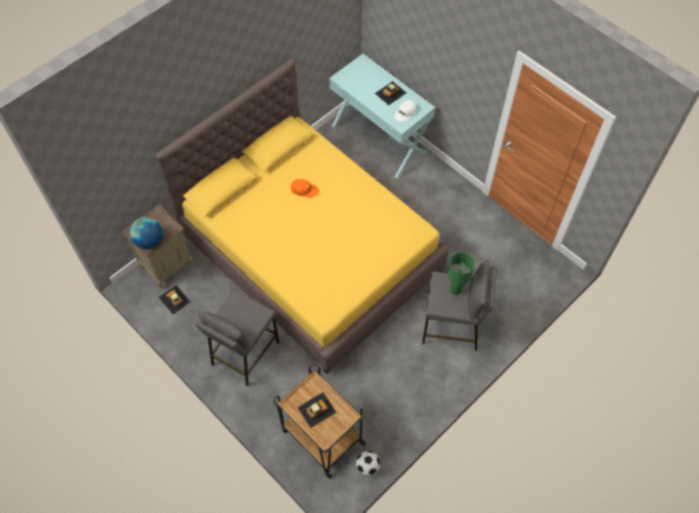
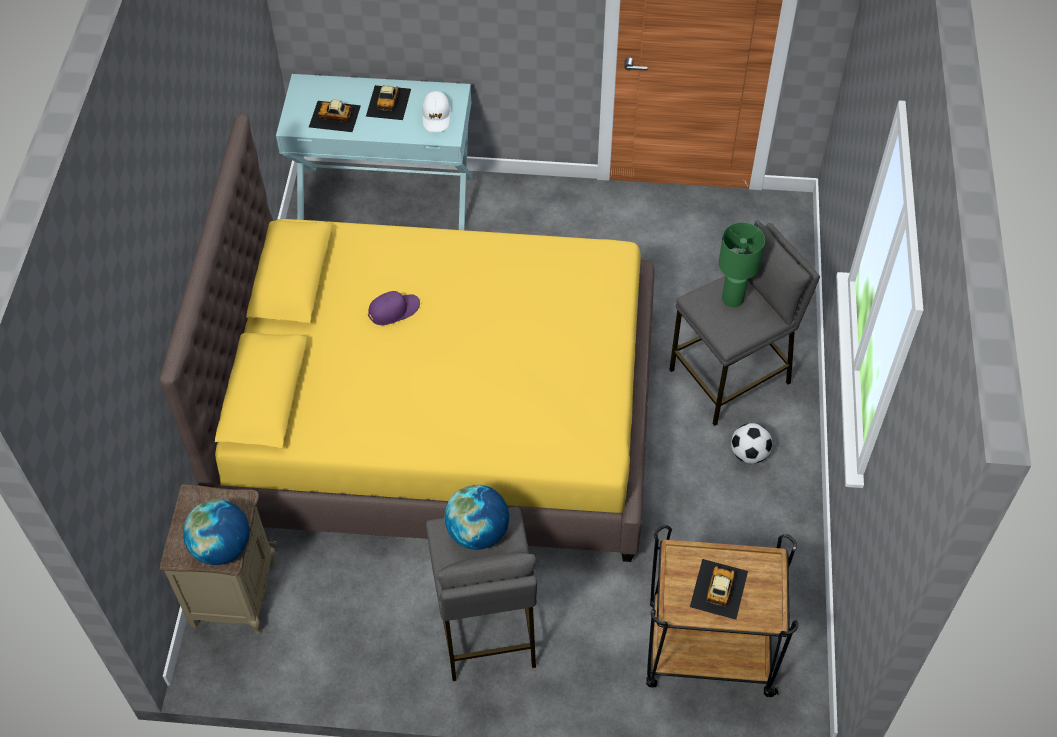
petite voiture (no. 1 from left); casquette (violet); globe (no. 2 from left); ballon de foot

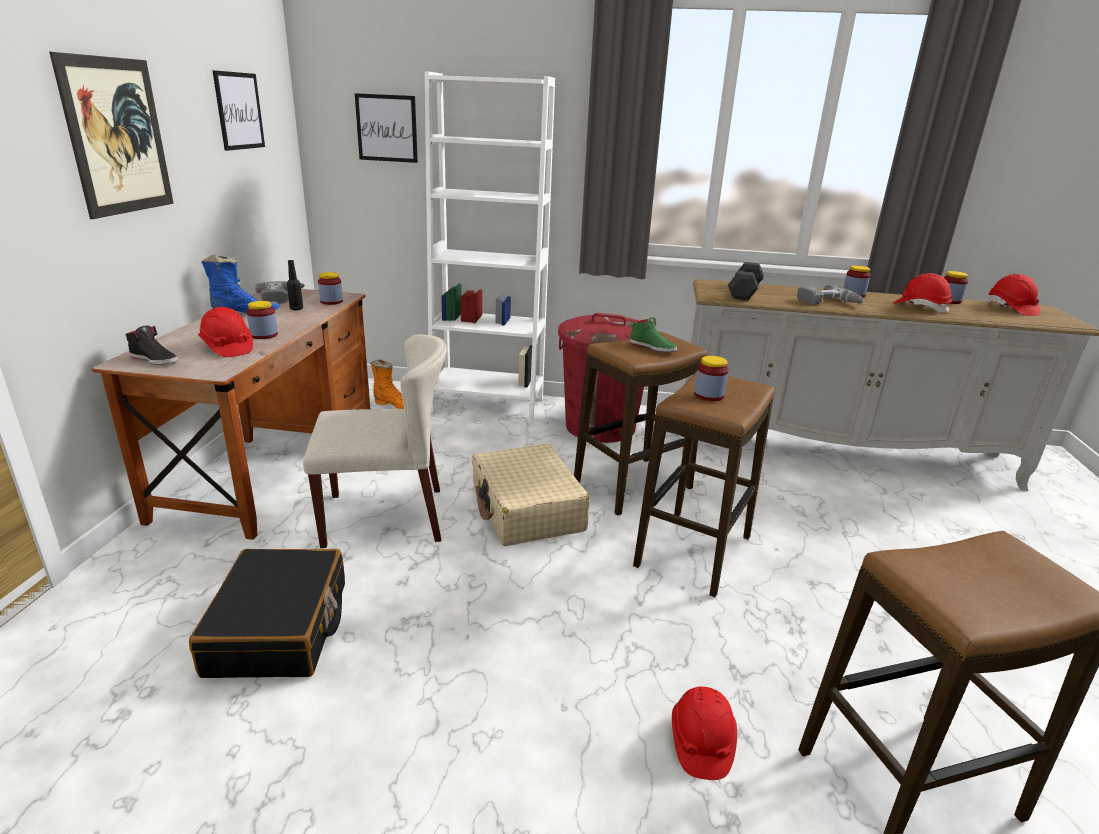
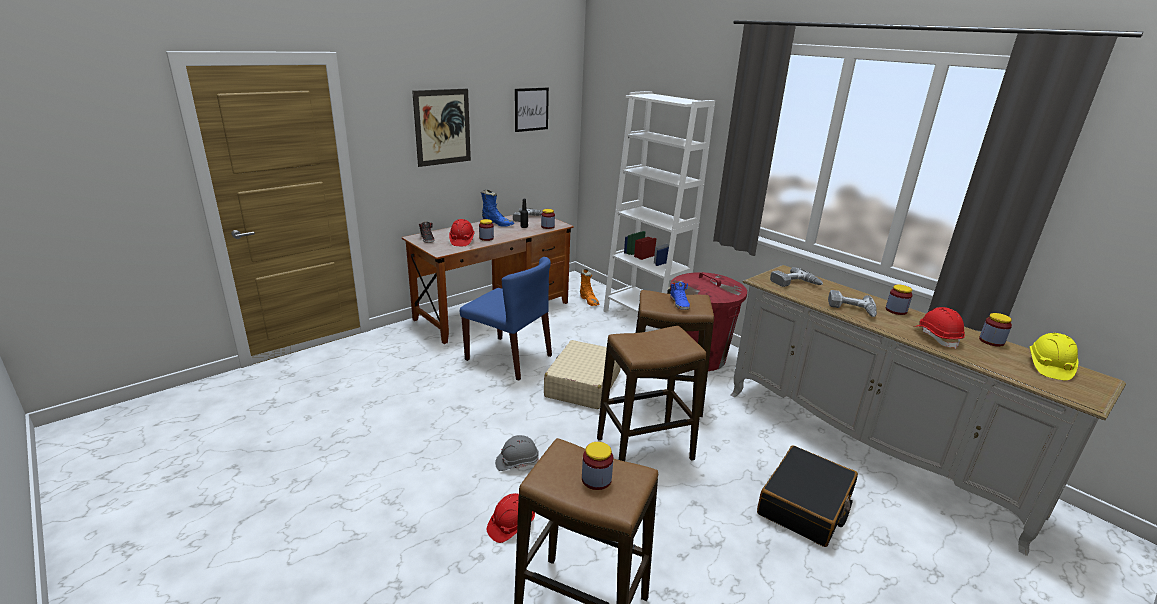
chaise (bleu); casque de chantier (gris); bocal (no. 3 from left); chaussure (bleu); valise (noir); perceuse (no. 2 from left); casque de chantier (jaune); tableau (no. 3 from left in the first image)

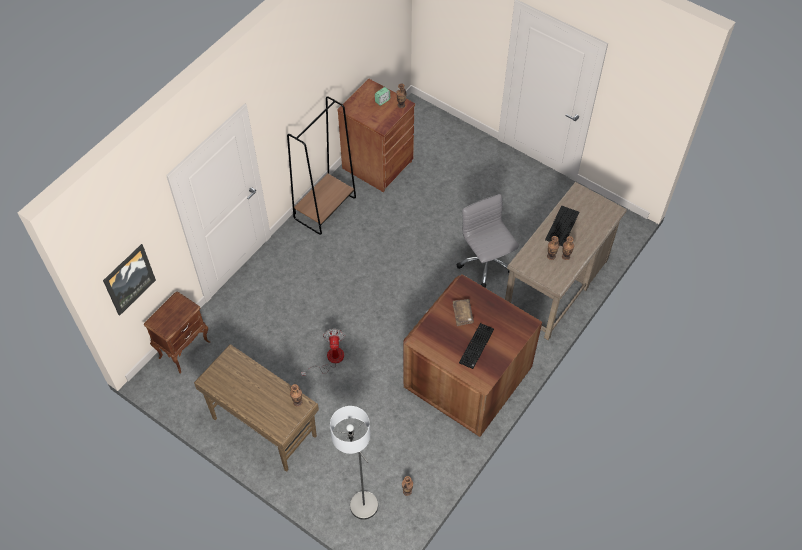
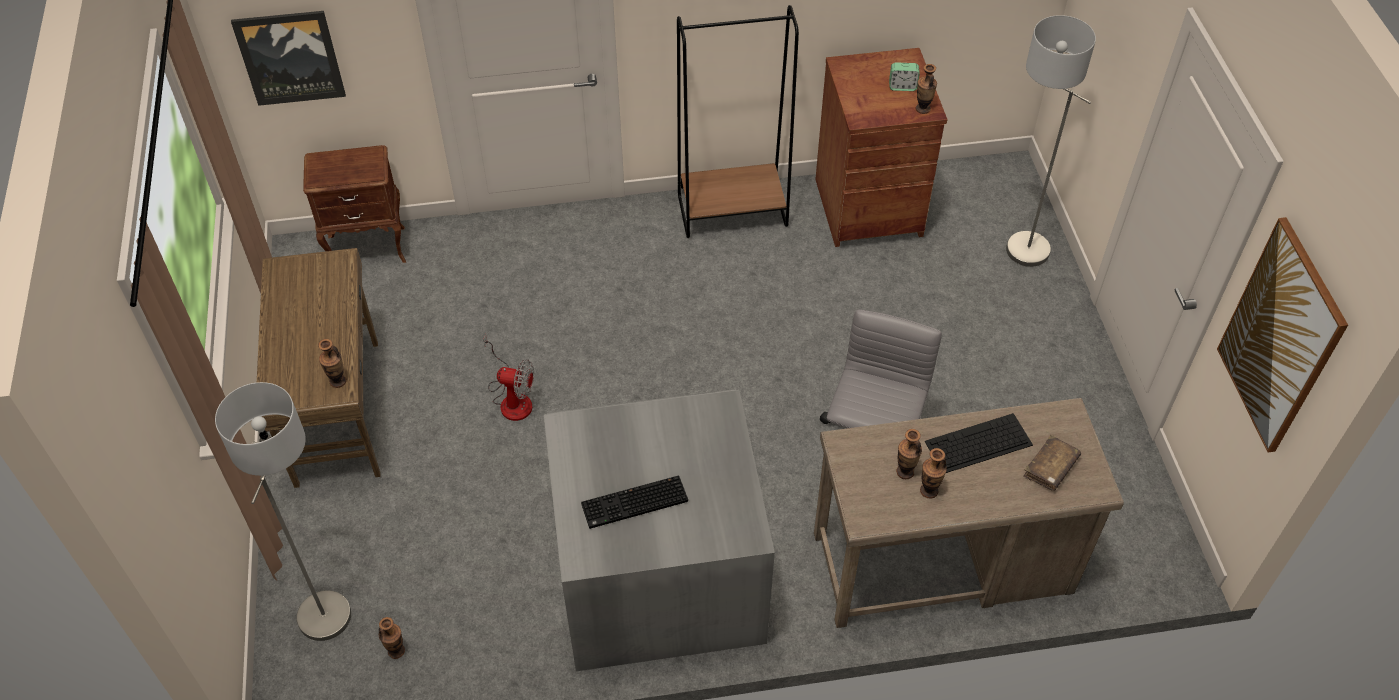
ventilateur; commode (gris); lampadaire (gris) (no. 2 from left); livre (marron); tableau (no. 2 from left)

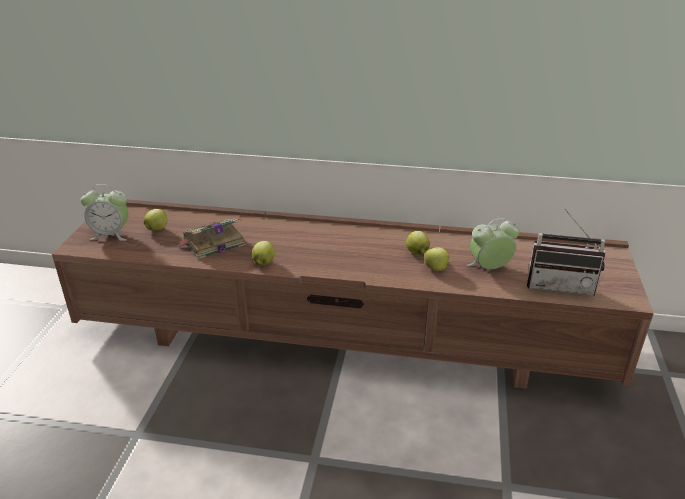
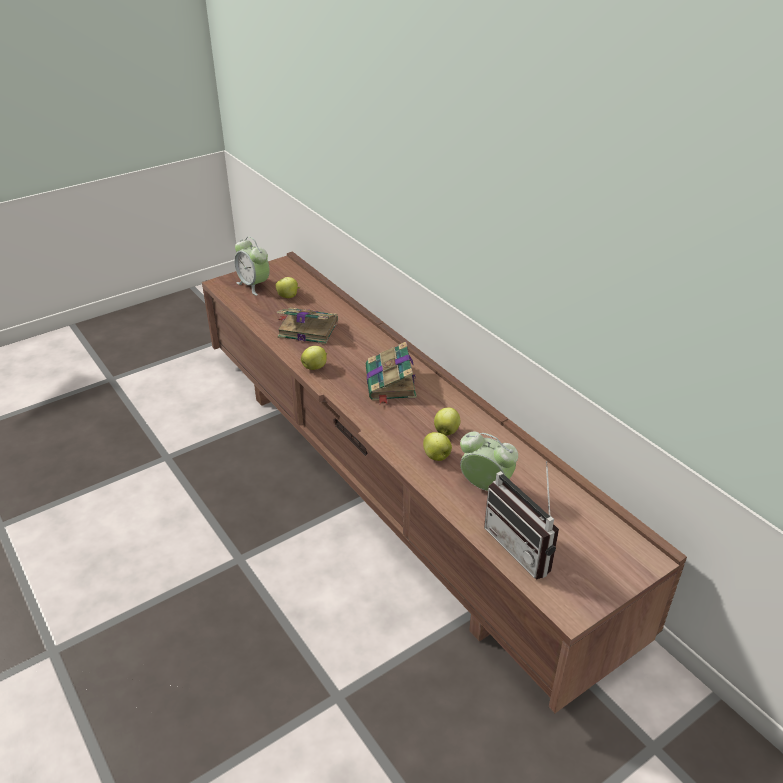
livre (no. 2 from left)

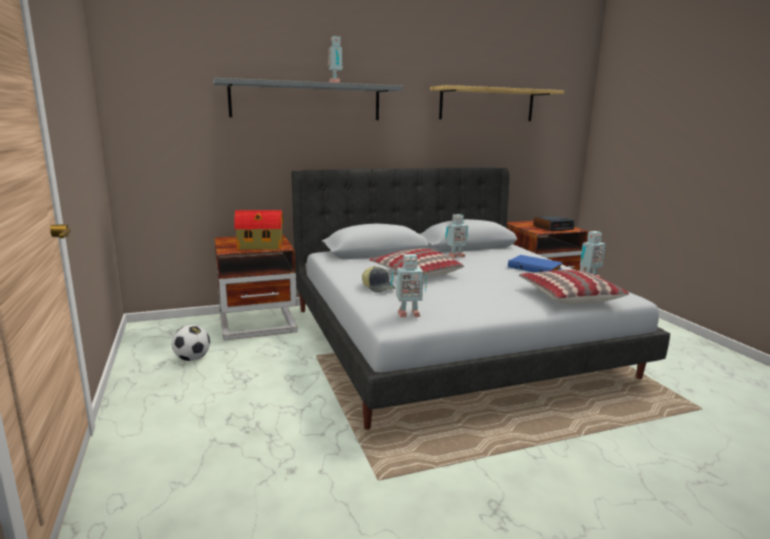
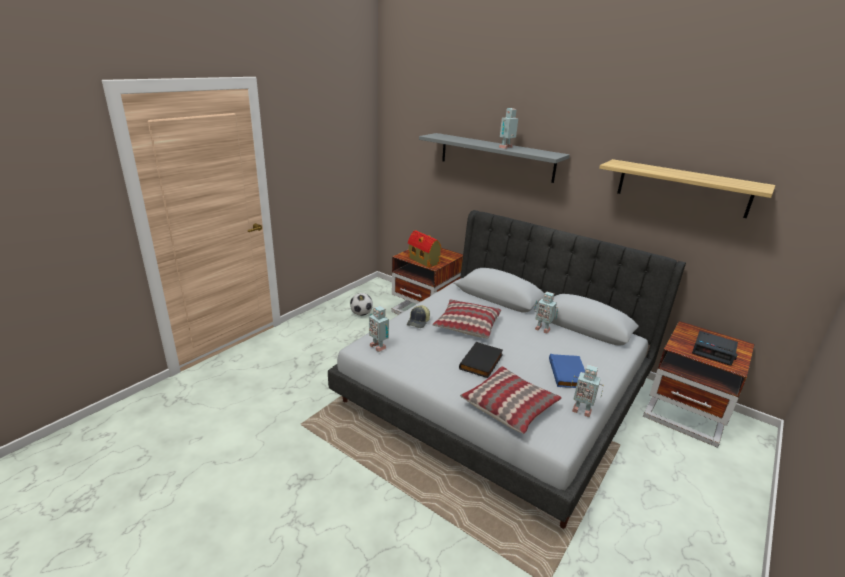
livre (noir)

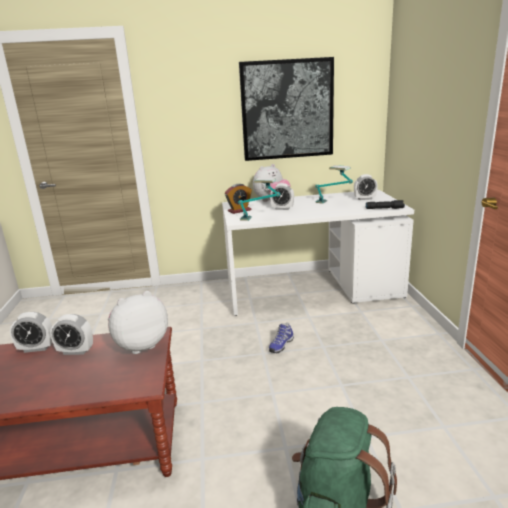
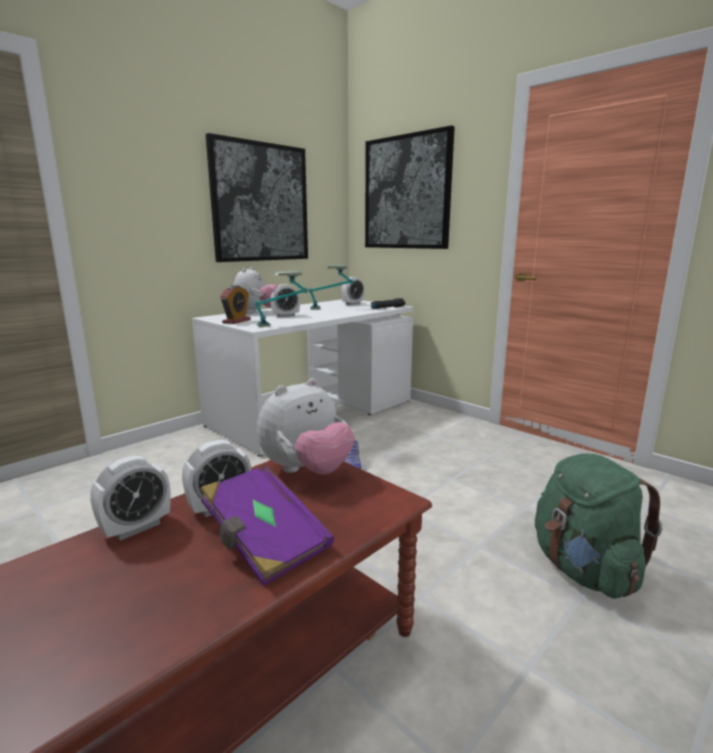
livre (violet); peluche (no. 2 from left); tableau (no. 2 from left)

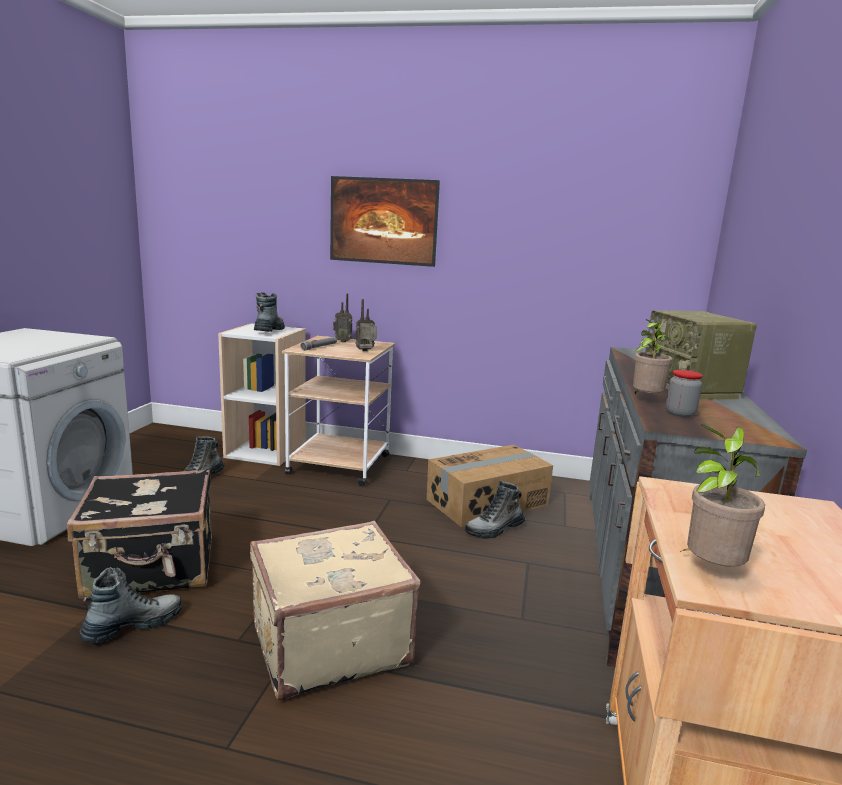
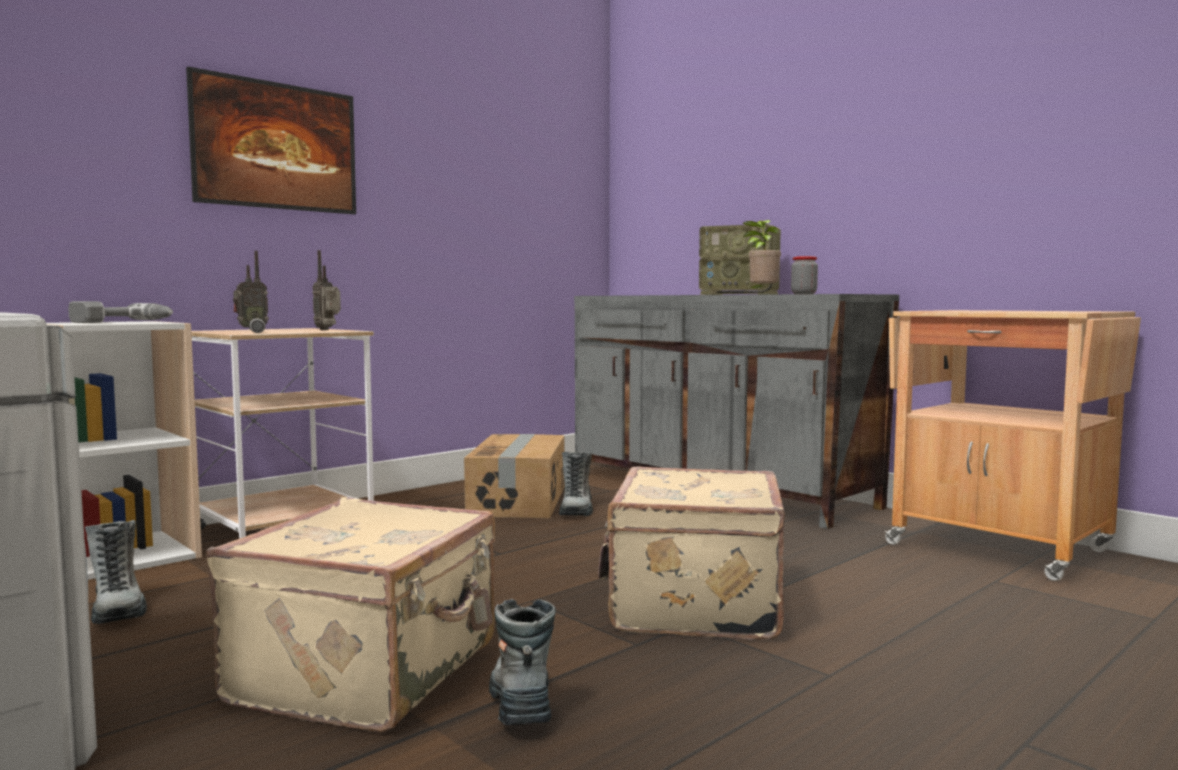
perceuse; valise (beige) (no. 1 from left); plante en pot (no. 2 from left in the first image)

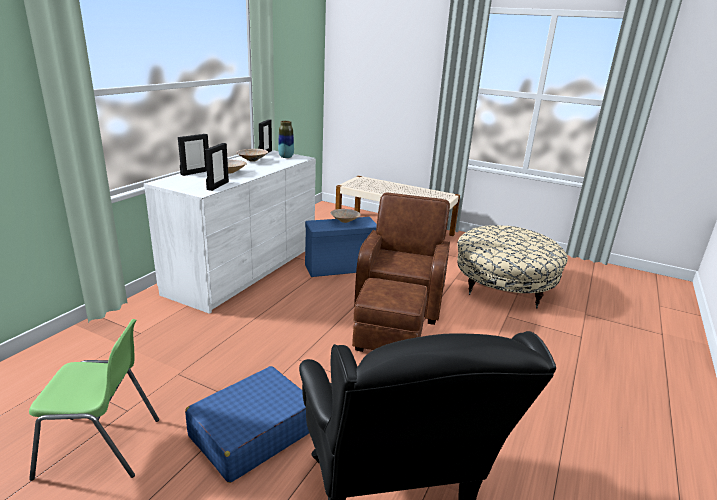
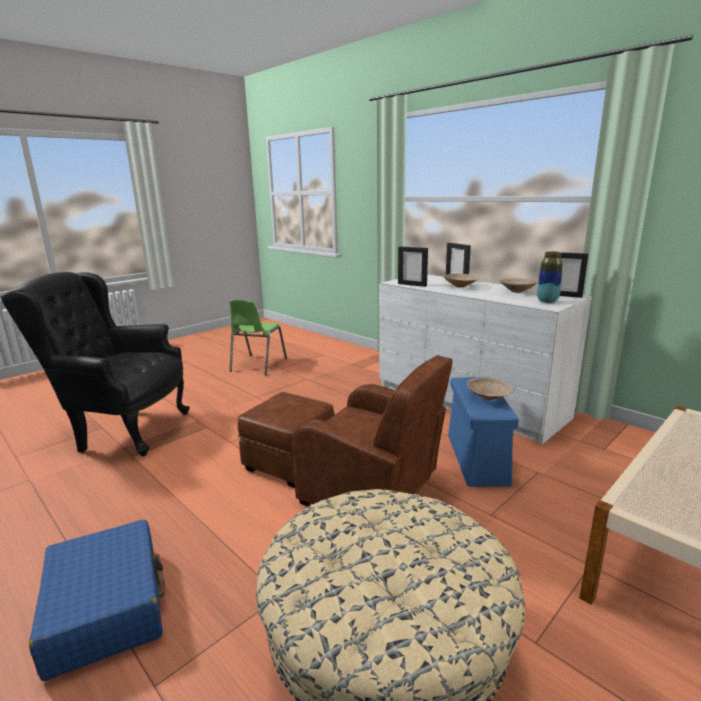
valise (bleu)

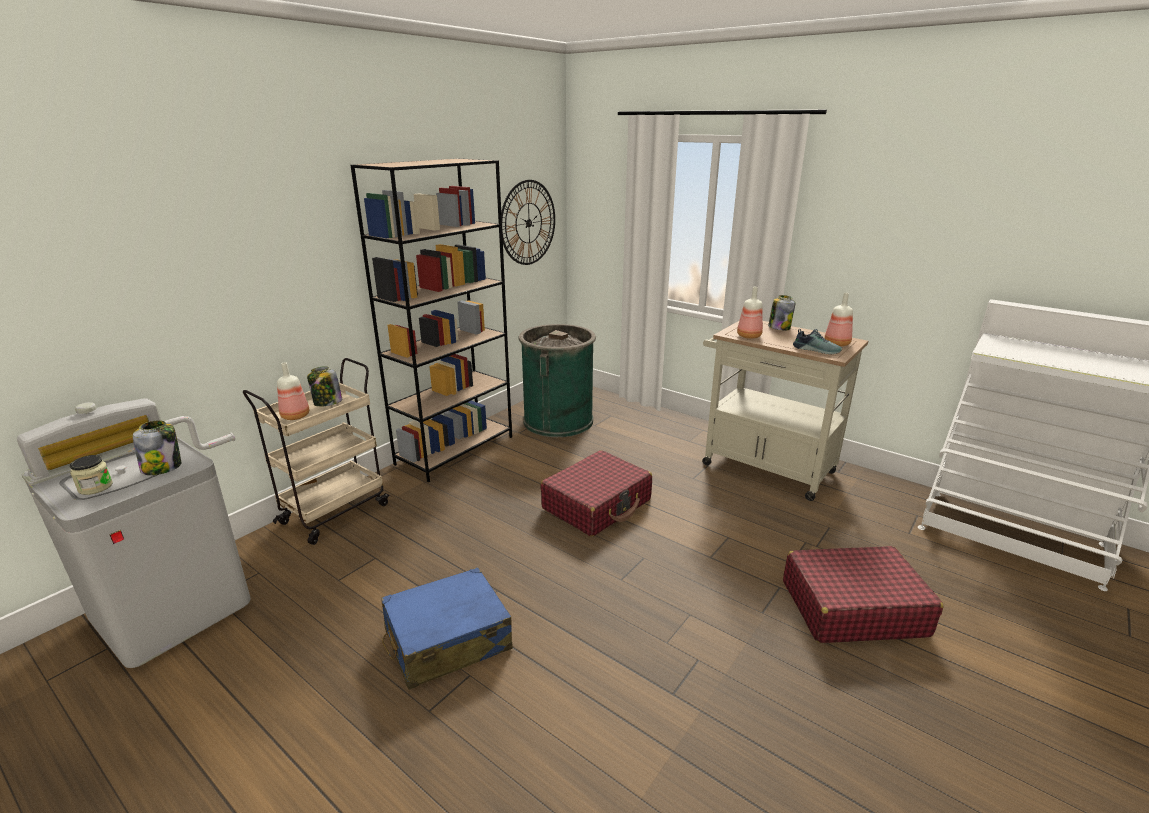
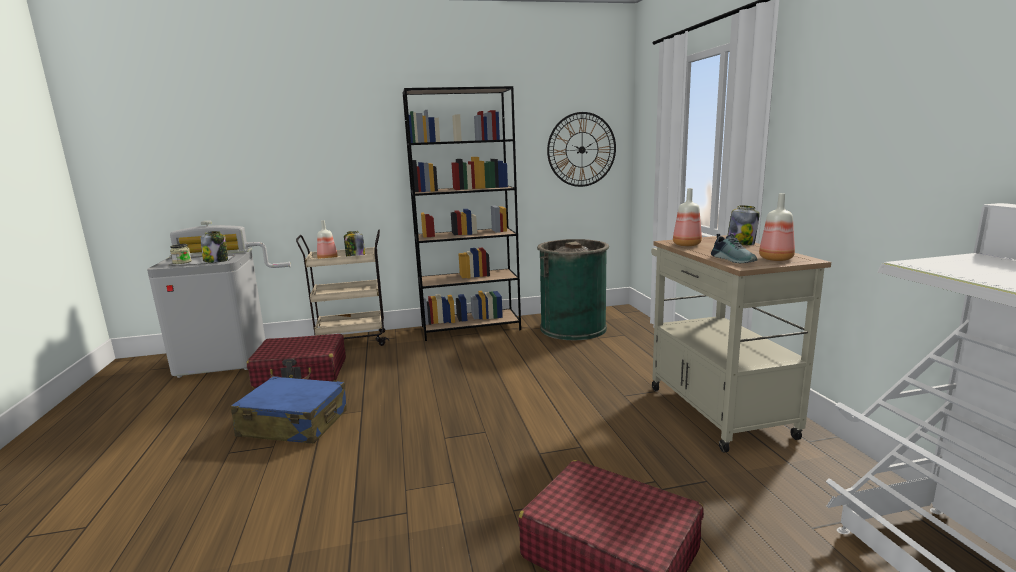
valise (rouge) (no. 1 from left)

